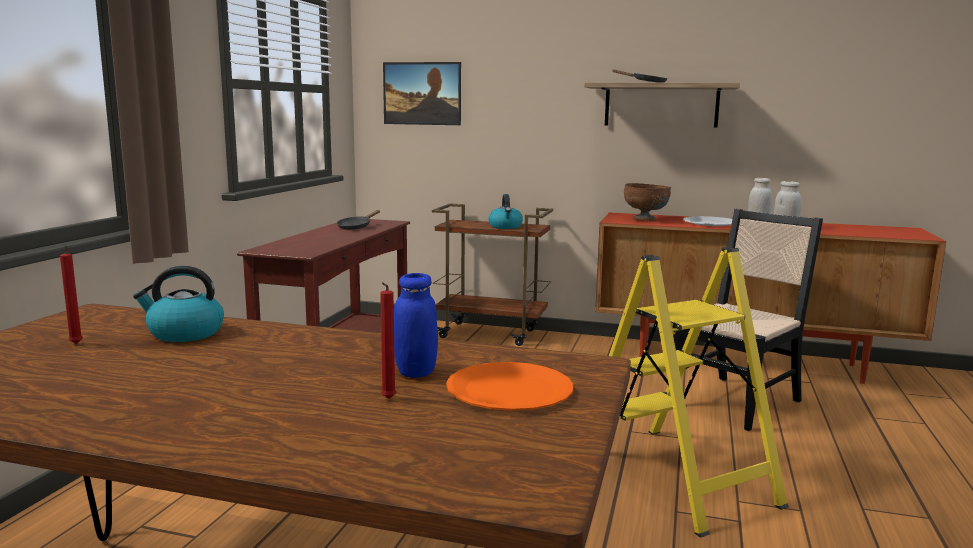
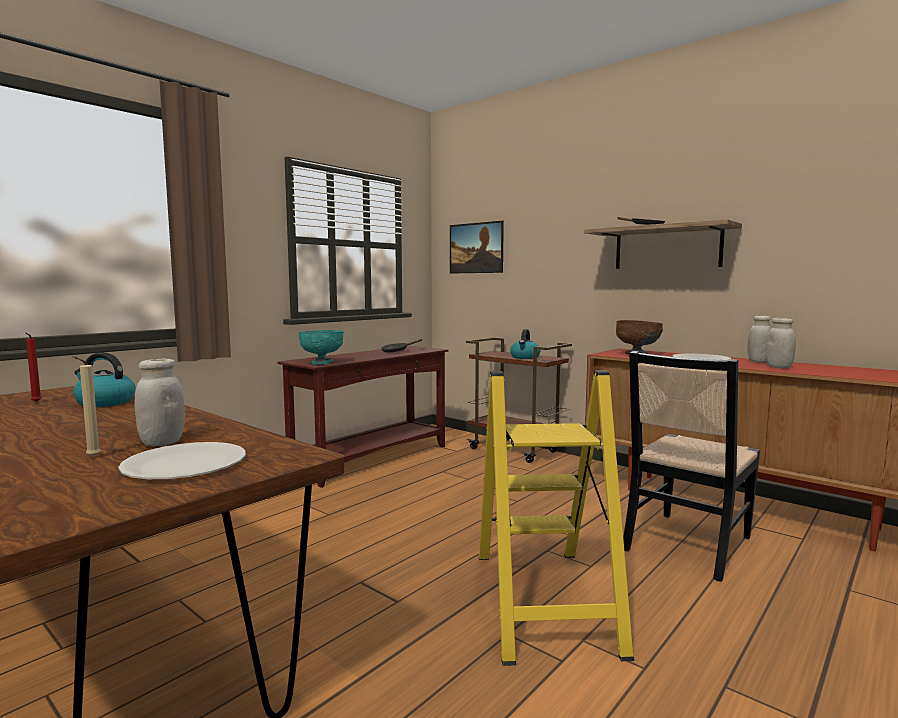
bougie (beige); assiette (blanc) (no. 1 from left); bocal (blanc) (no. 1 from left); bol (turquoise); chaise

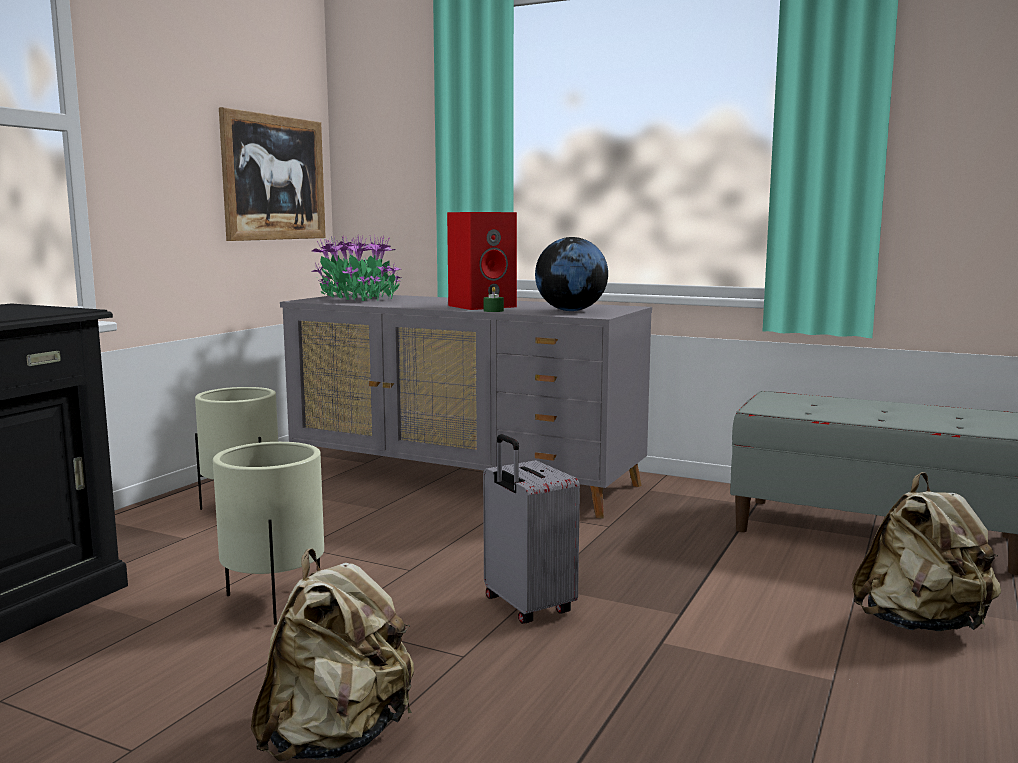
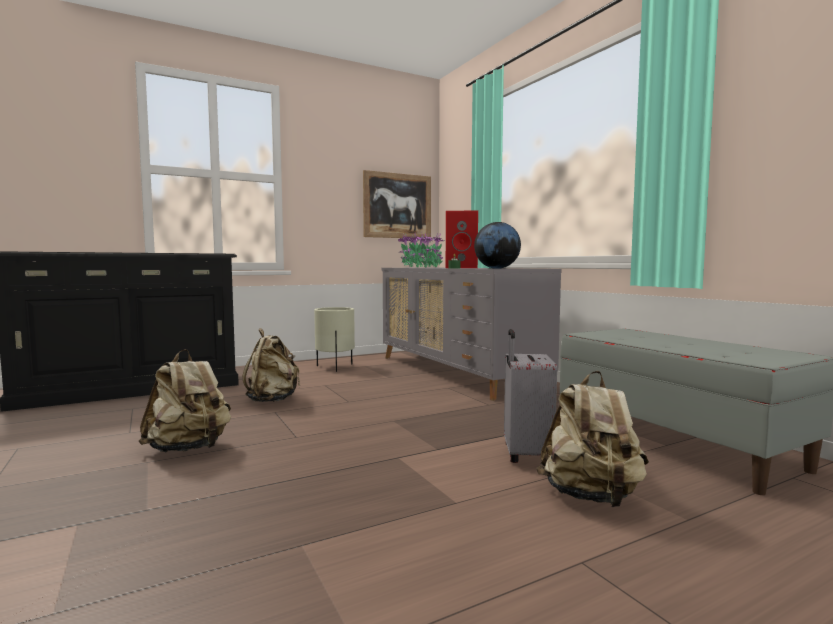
sac à dos (beige) (no. 2 from left); valise (gris)

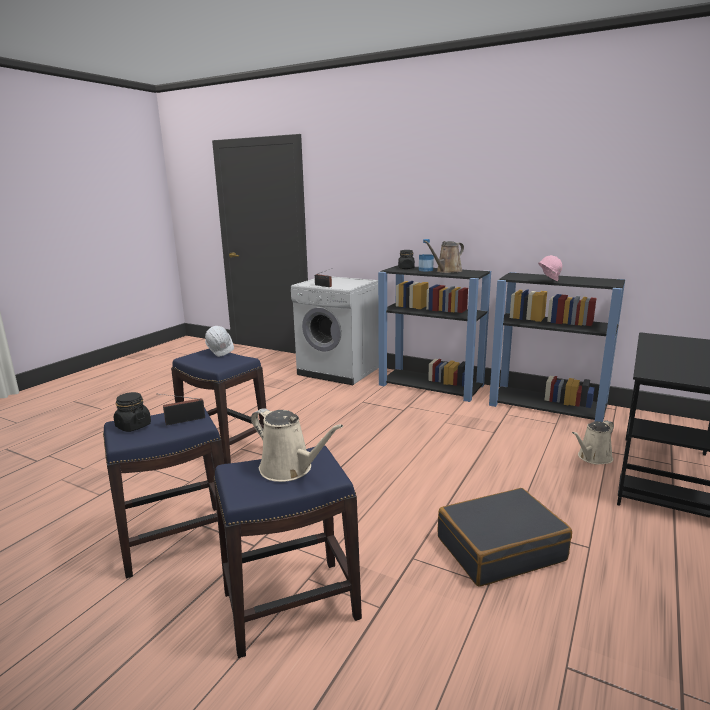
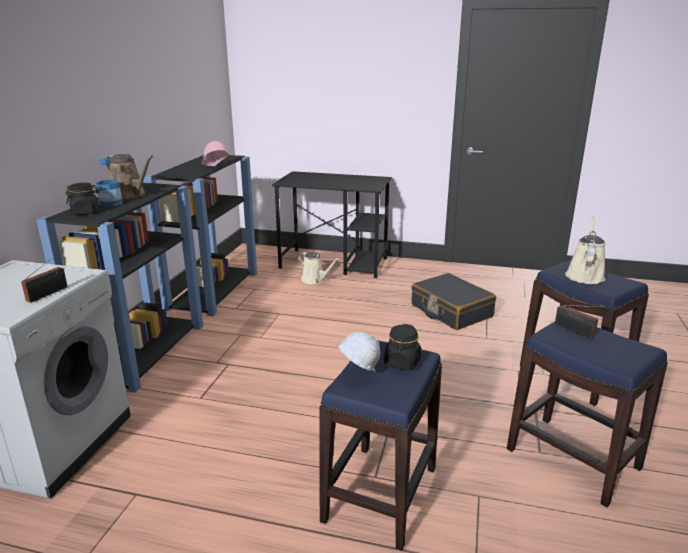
bocal (noir) (no. 2 from left)

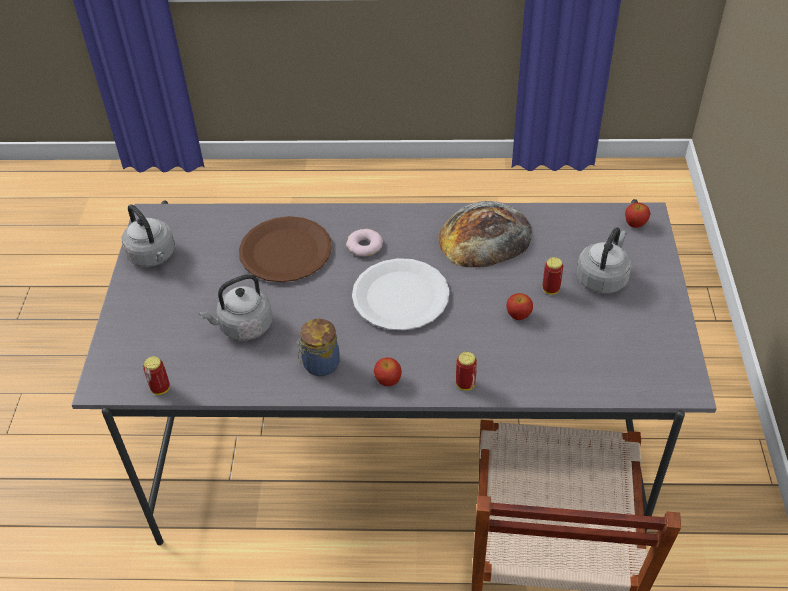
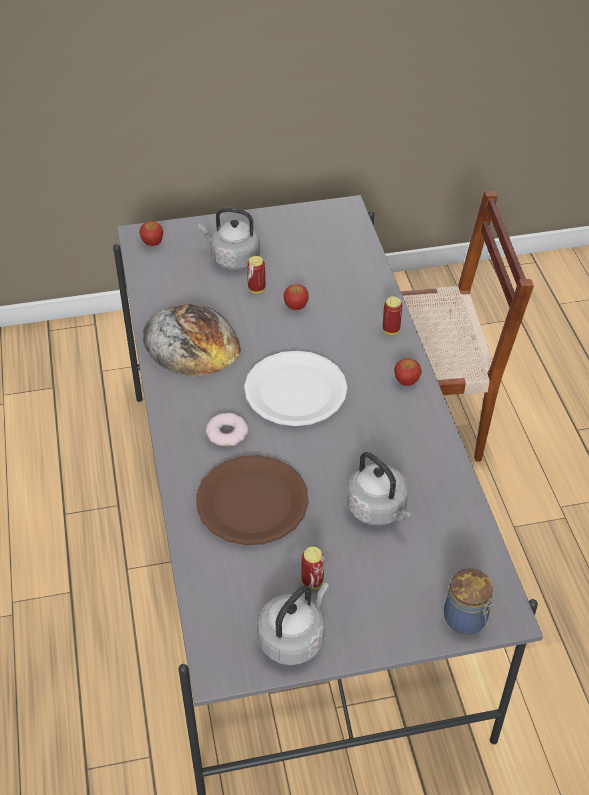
boîte métallique (no. 2 from left); bocal

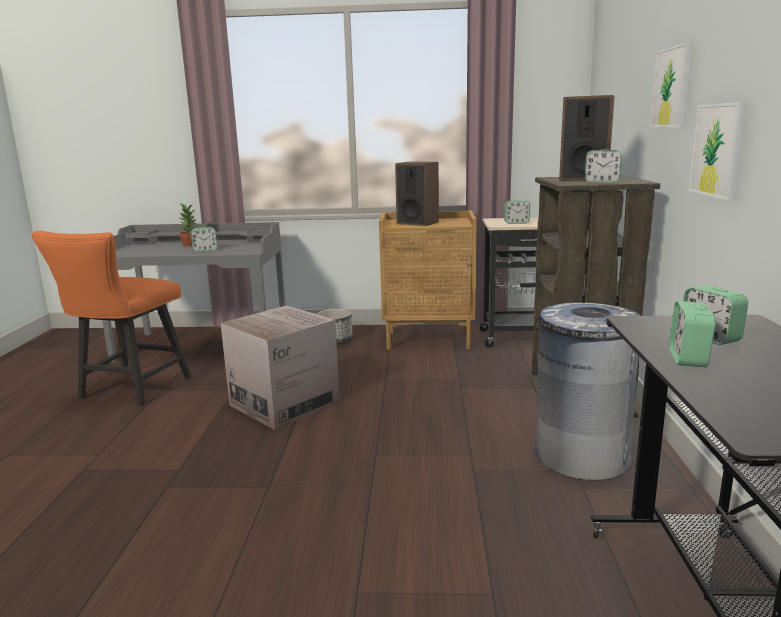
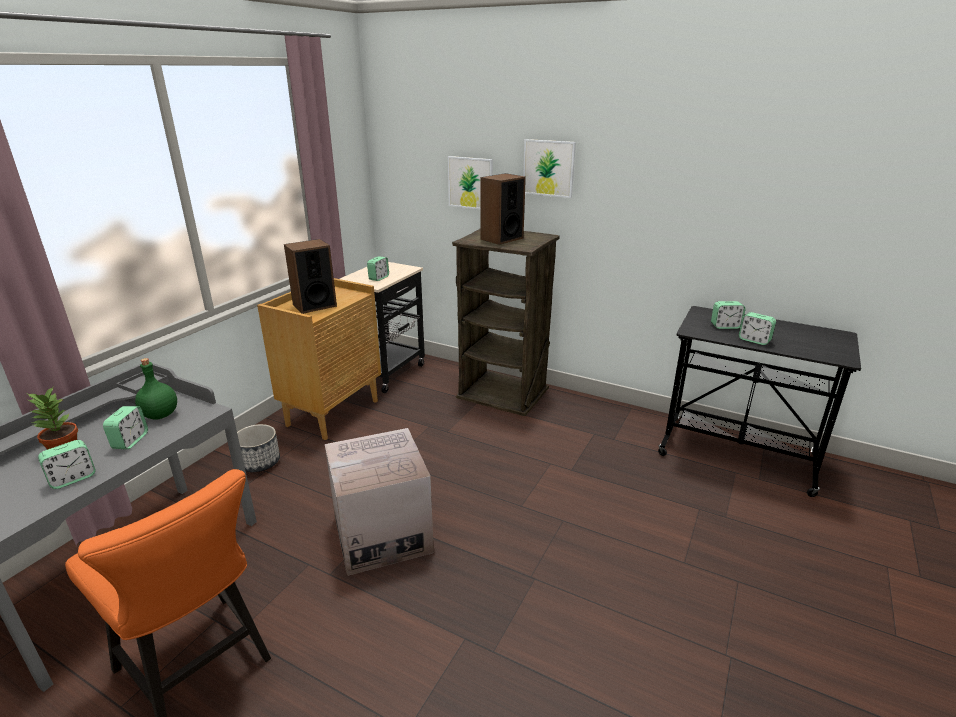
réveil (no. 1 from left); bouteille (vert); tableau (no. 1 from left); poubelle (gris)

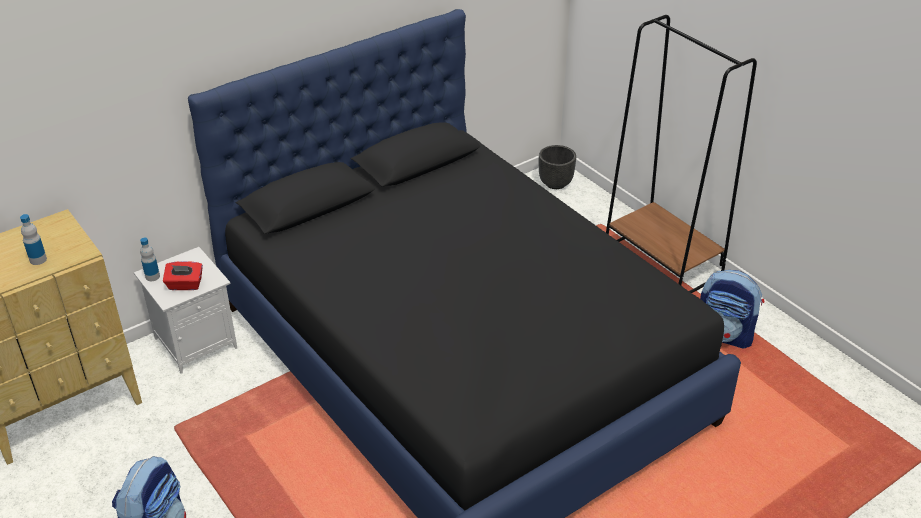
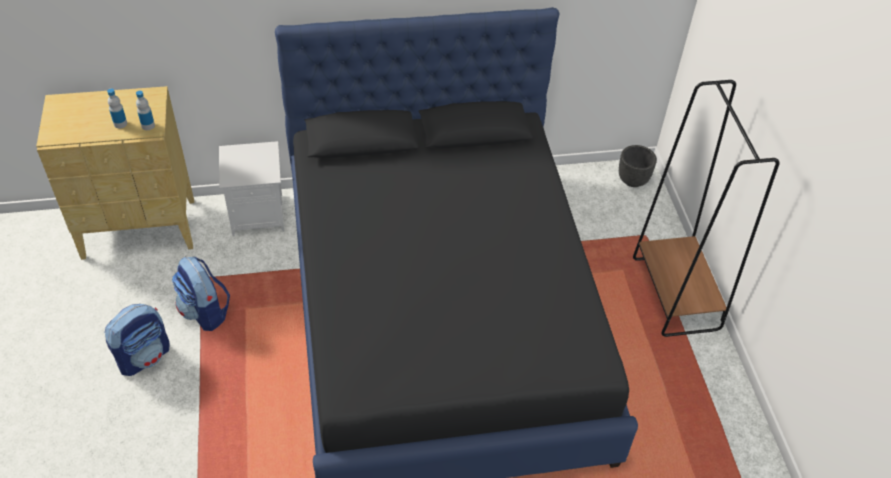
bouteille (no. 2 from left); sac à dos (no. 2 from left); boîte à mouchoirs (rouge)

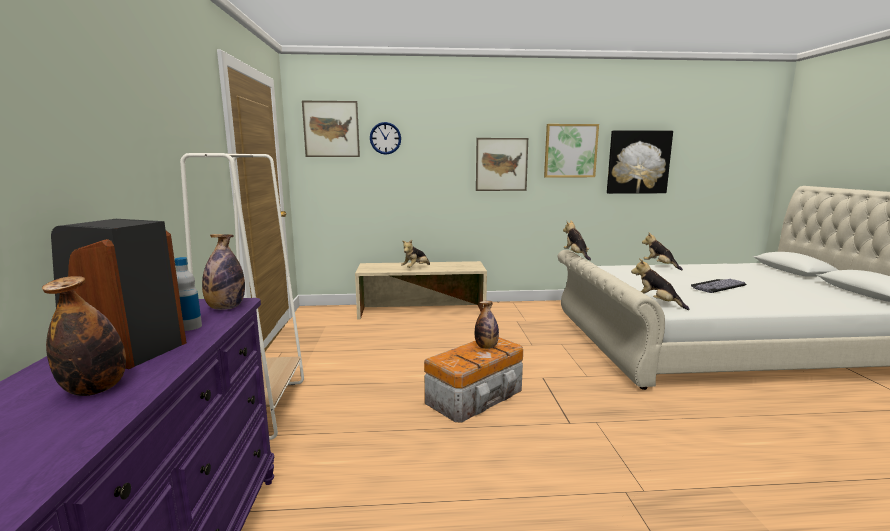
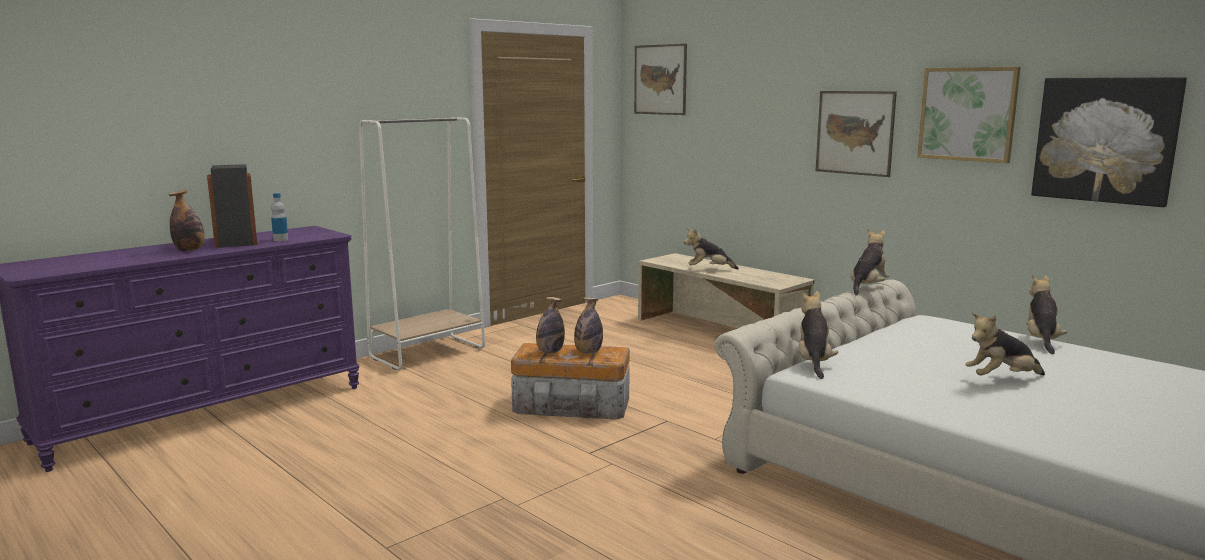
bouteille (no. 3 from left); peluche (no. 4 from left); horloge murale

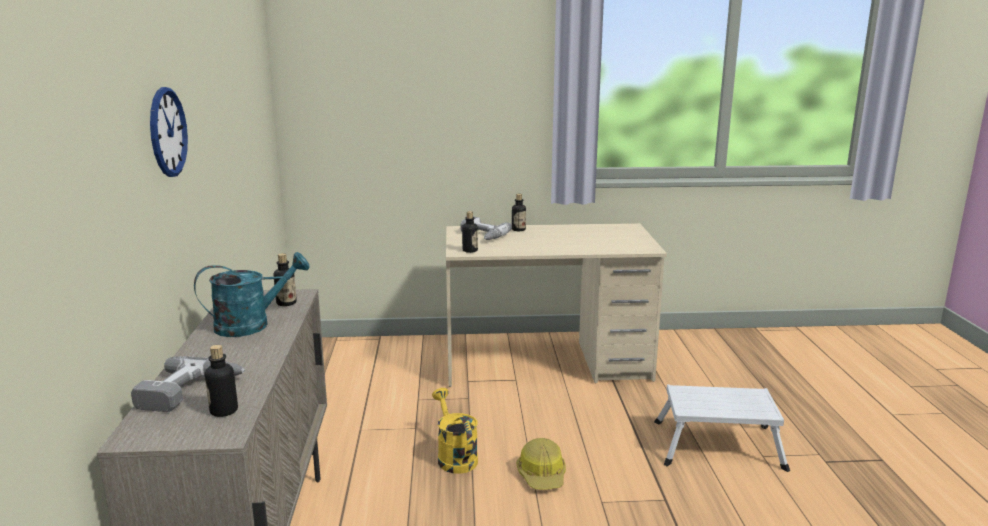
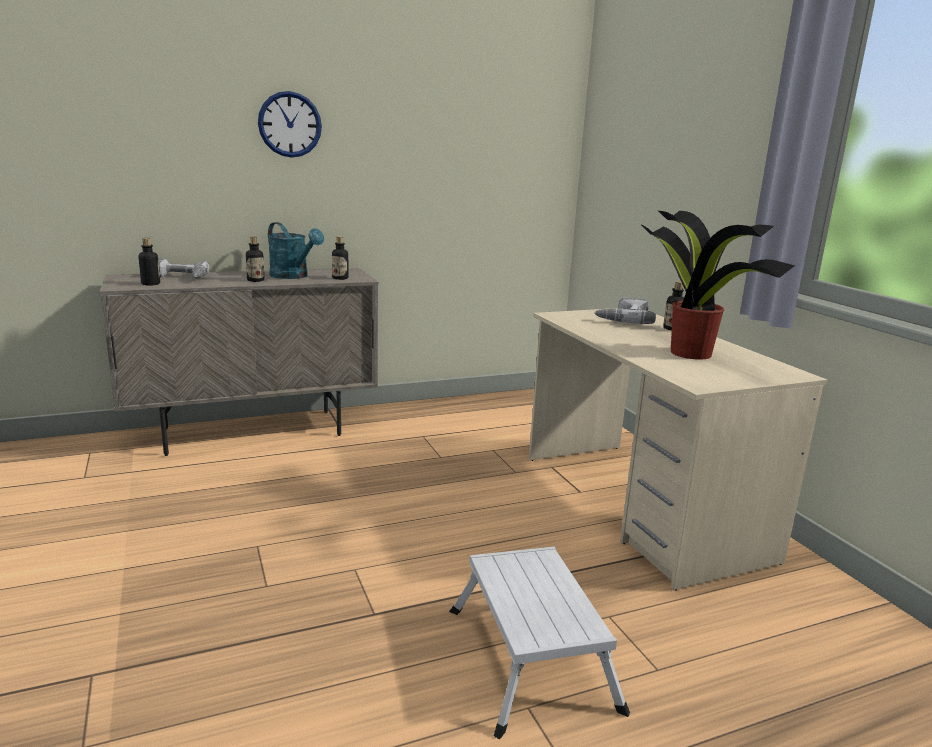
bouteille (no. 2 from left); plante en pot; arrosoir (jaune); casque de chantier

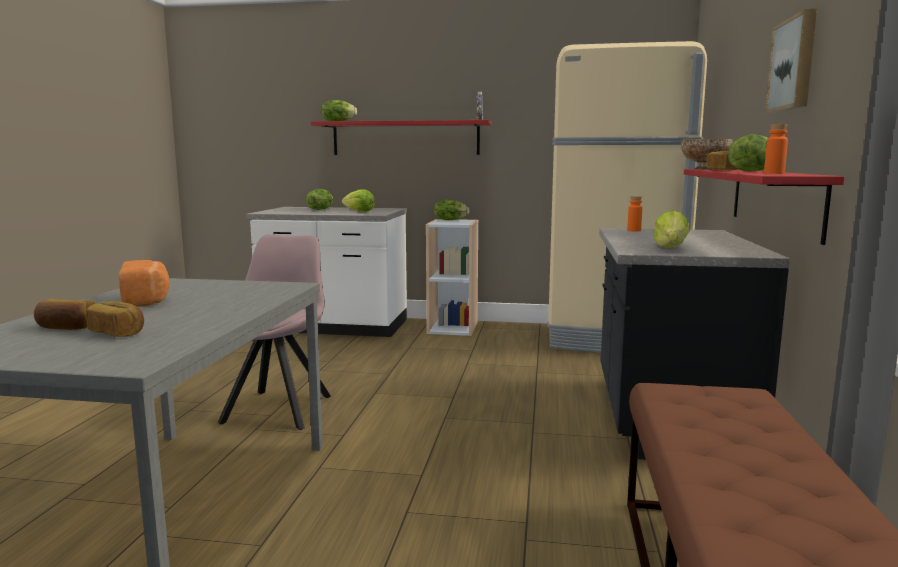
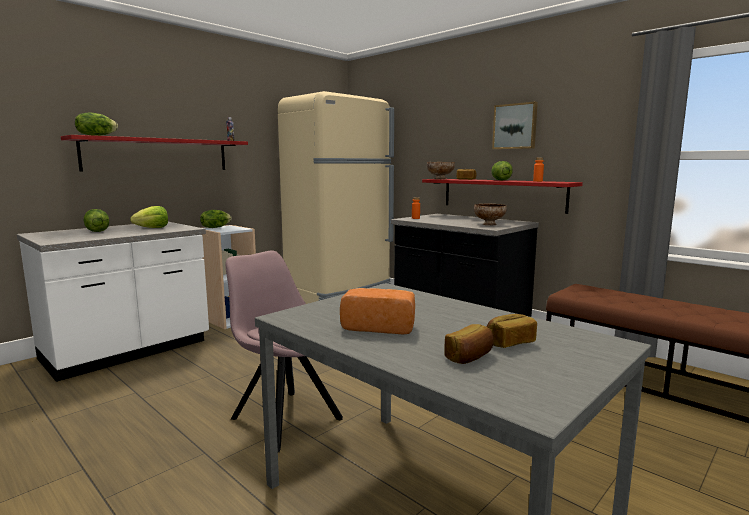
bol (no. 2 from left)

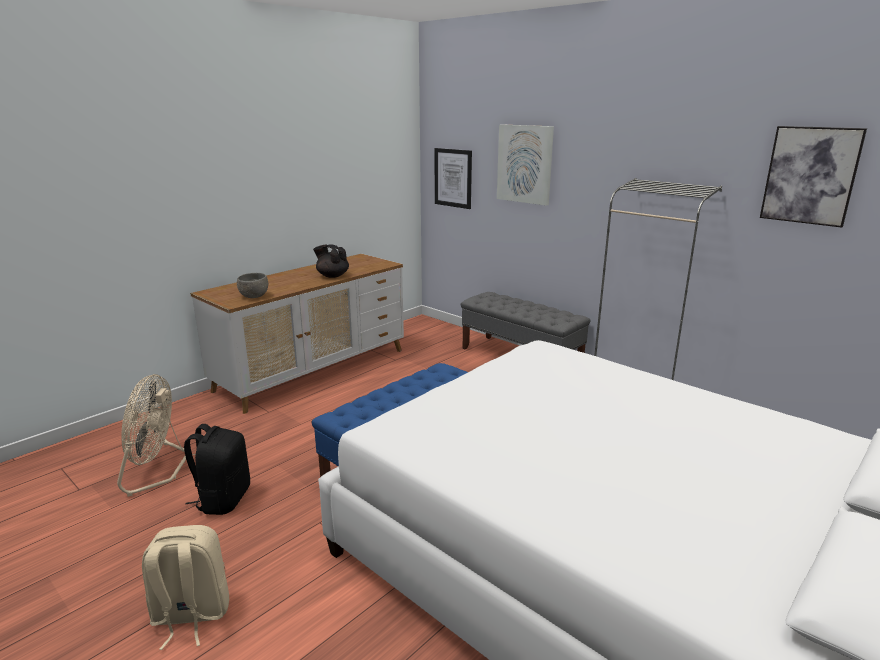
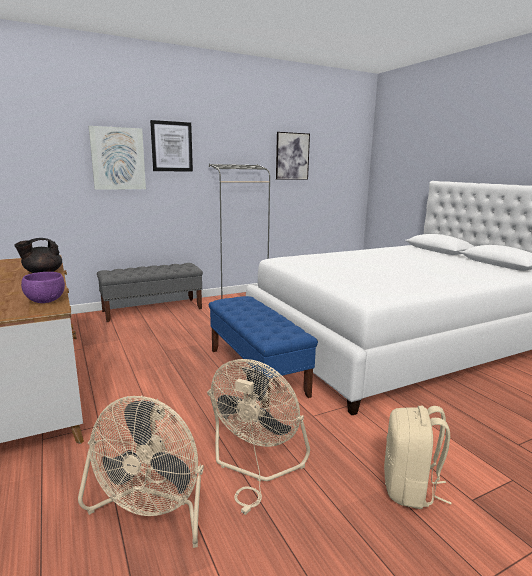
bol (violet); tableau (no. 2 from left); ventilateur (beige) (no. 2 from left)

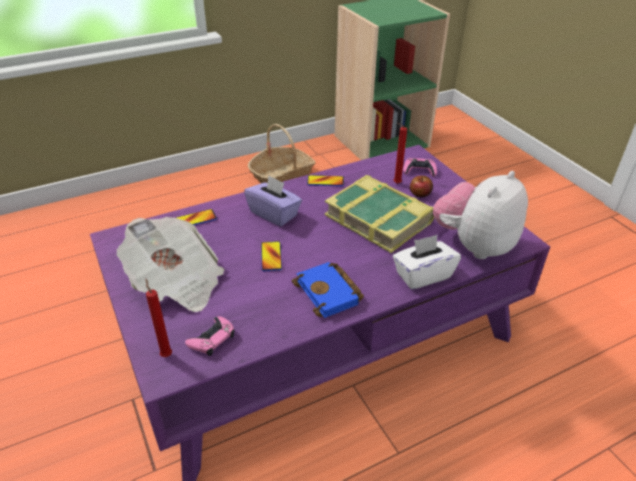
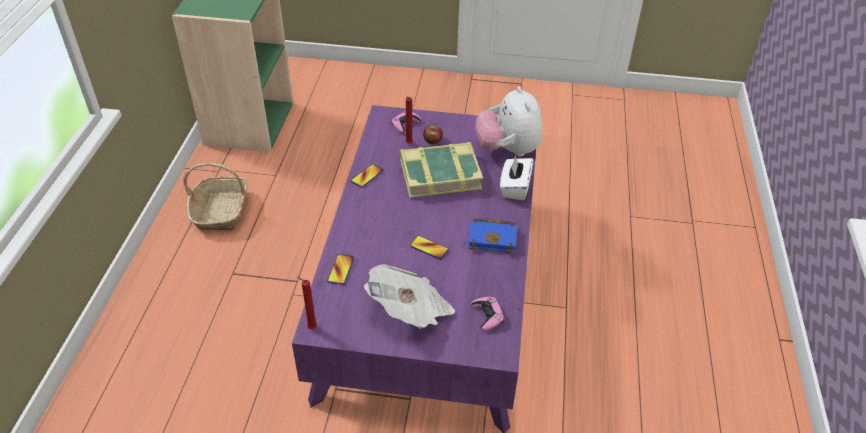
bougie (rouge) (no. 1 from left); boîte à mouchoirs (violet)

